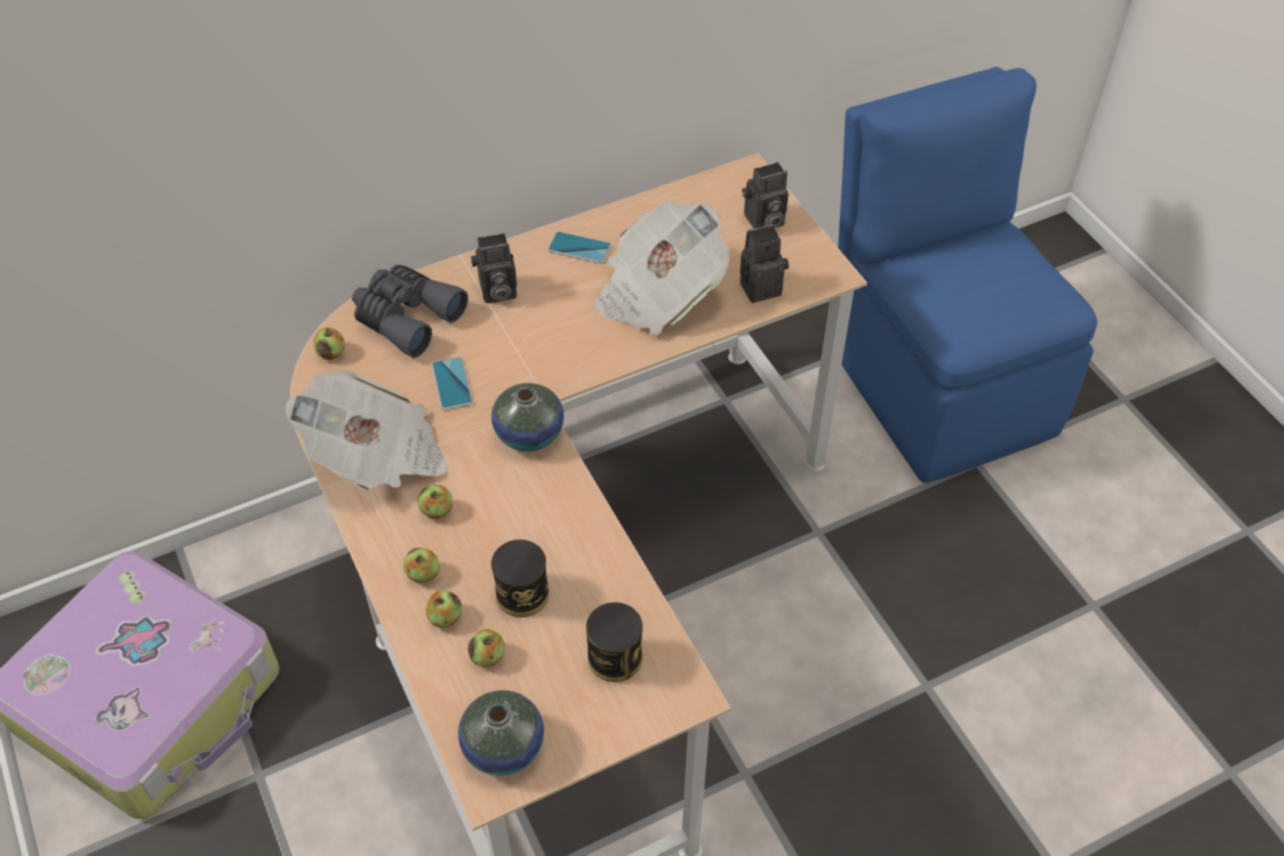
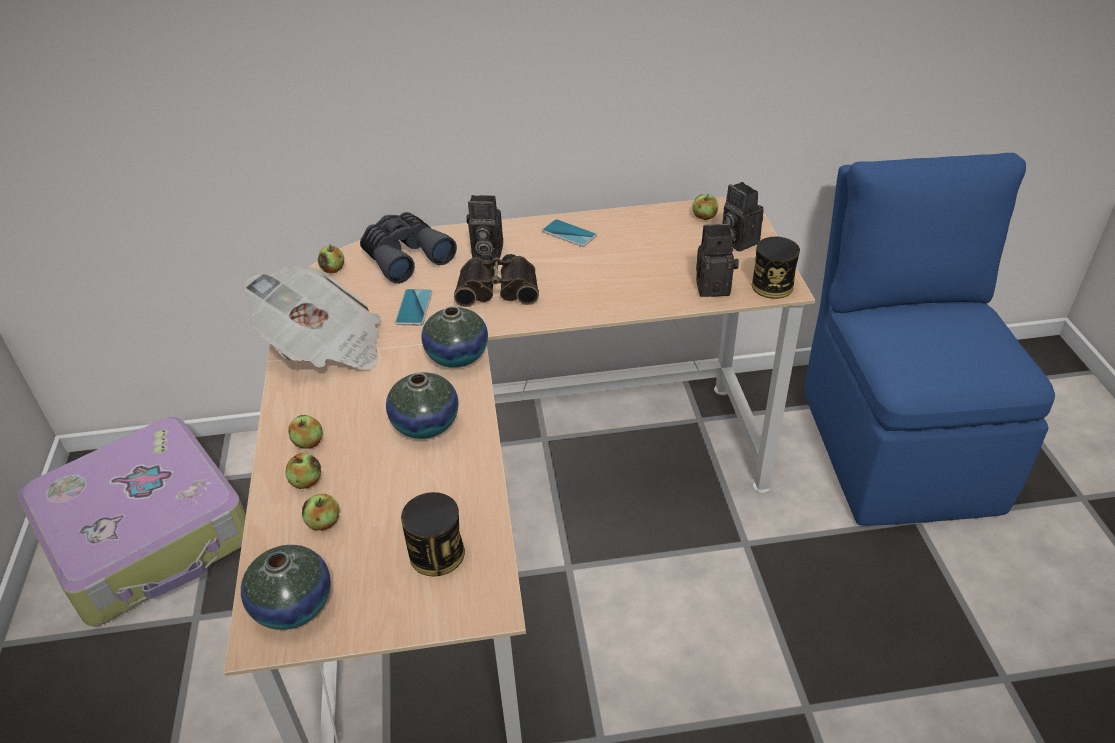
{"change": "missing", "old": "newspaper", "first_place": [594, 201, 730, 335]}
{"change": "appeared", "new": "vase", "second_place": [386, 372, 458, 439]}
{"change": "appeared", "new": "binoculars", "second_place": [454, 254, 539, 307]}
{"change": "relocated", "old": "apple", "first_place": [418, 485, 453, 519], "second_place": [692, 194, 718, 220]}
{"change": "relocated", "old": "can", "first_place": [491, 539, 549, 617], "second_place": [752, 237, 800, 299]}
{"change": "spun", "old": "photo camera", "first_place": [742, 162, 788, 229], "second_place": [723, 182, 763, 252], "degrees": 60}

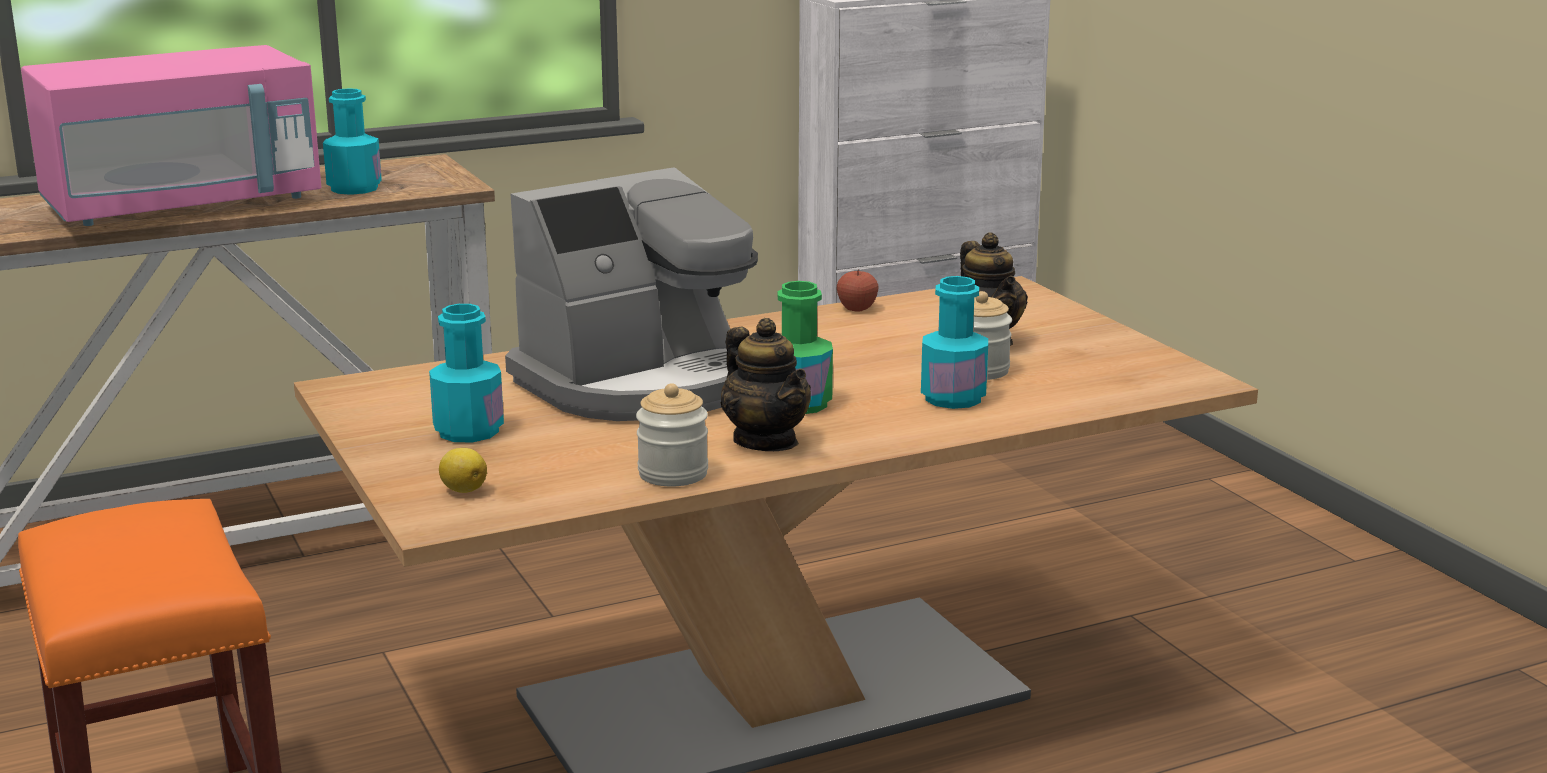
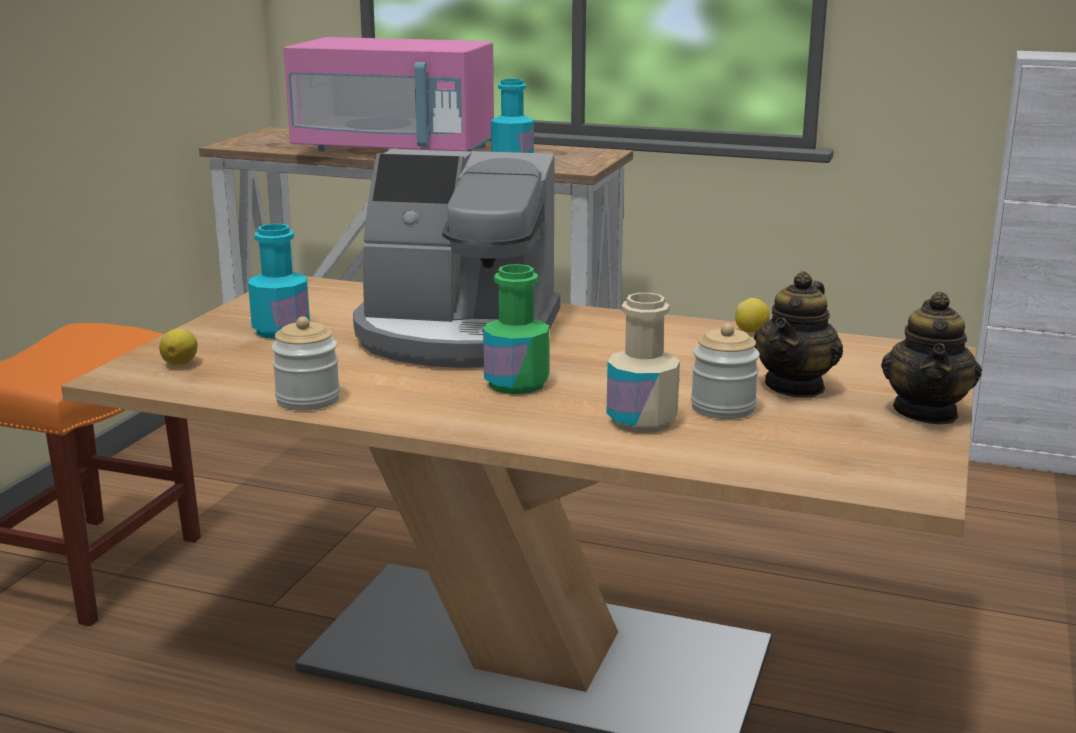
{"change": "relocated", "old": "teapot", "first_place": [721, 318, 811, 451], "second_place": [881, 291, 982, 424]}
{"change": "exchanged", "old": "apple", "new": "lemon", "first_place": [837, 269, 878, 312], "second_place": [735, 298, 770, 332]}
{"change": "colour", "old": "turquoise bottle", "new": "beige bottle", "first_place": [921, 276, 988, 409], "second_place": [606, 293, 680, 433]}

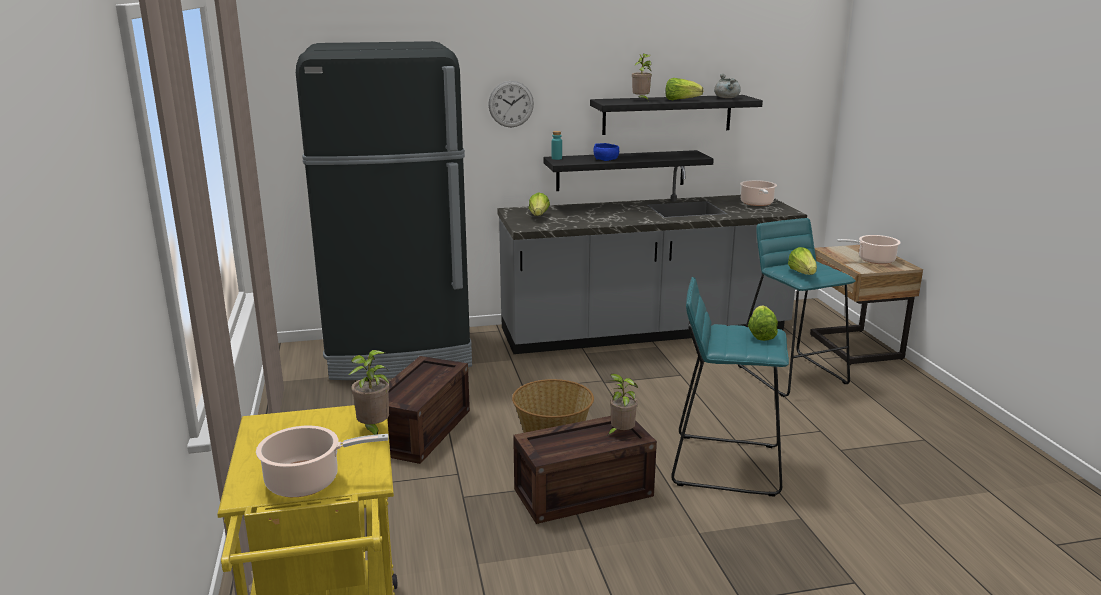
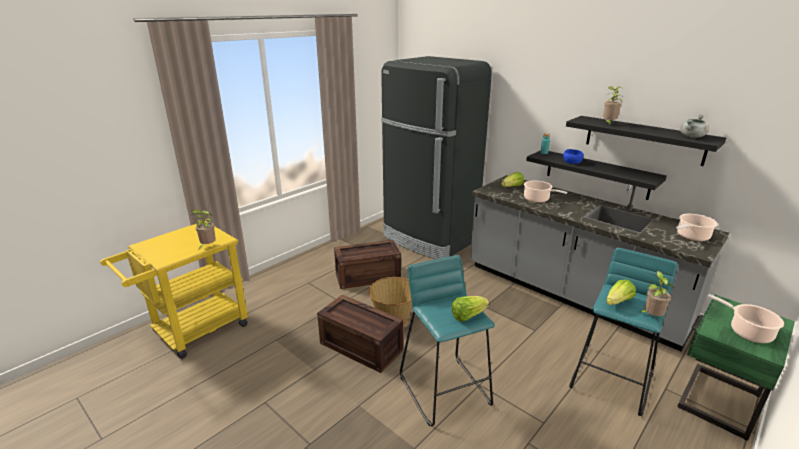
{"change": "missing", "old": "wall clock", "first_place": [488, 81, 534, 127]}
{"change": "missing", "old": "lettuce", "first_place": [665, 78, 703, 100]}
{"change": "relocated", "old": "cooking pot", "first_place": [256, 426, 388, 497], "second_place": [524, 181, 567, 203]}
{"change": "relocated", "old": "potted plant", "first_place": [608, 374, 638, 435], "second_place": [640, 271, 673, 316]}
{"change": "colour", "old": "beige nightstand", "new": "green nightstand", "first_place": [810, 245, 923, 365], "second_place": [677, 295, 795, 441]}

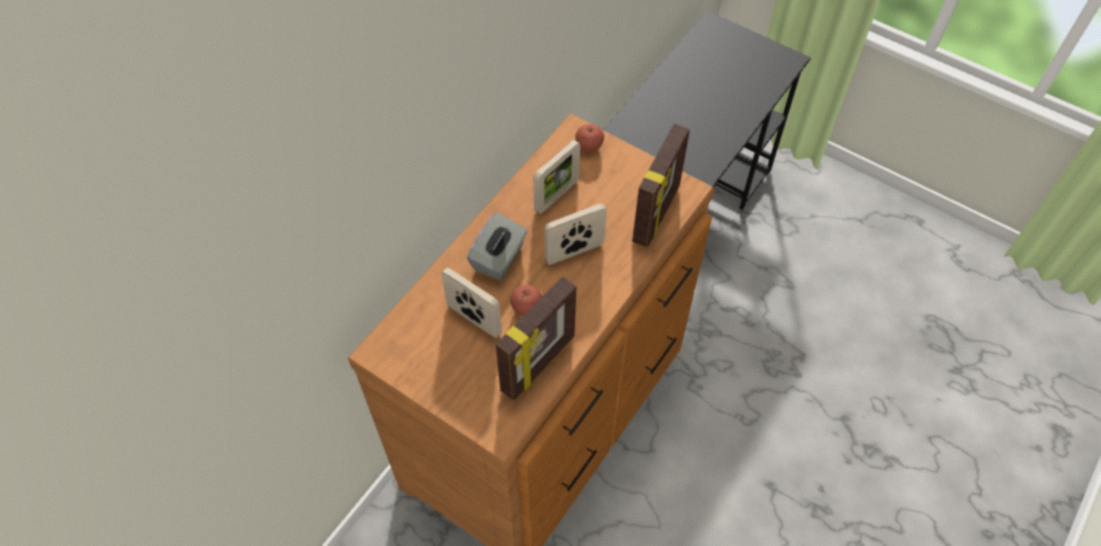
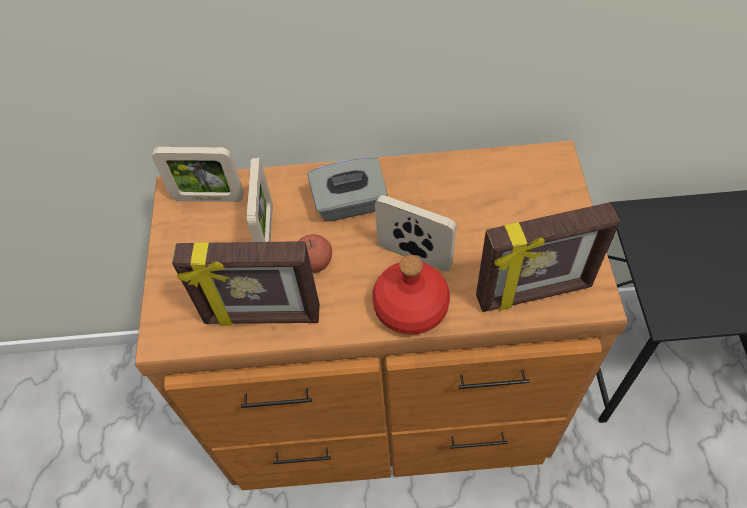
{"change": "missing", "old": "apple", "first_place": [575, 124, 604, 153]}
{"change": "appeared", "new": "red bottle", "second_place": [372, 255, 450, 335]}
{"change": "relocated", "old": "picture frame", "first_place": [533, 140, 580, 214], "second_place": [152, 147, 244, 202]}

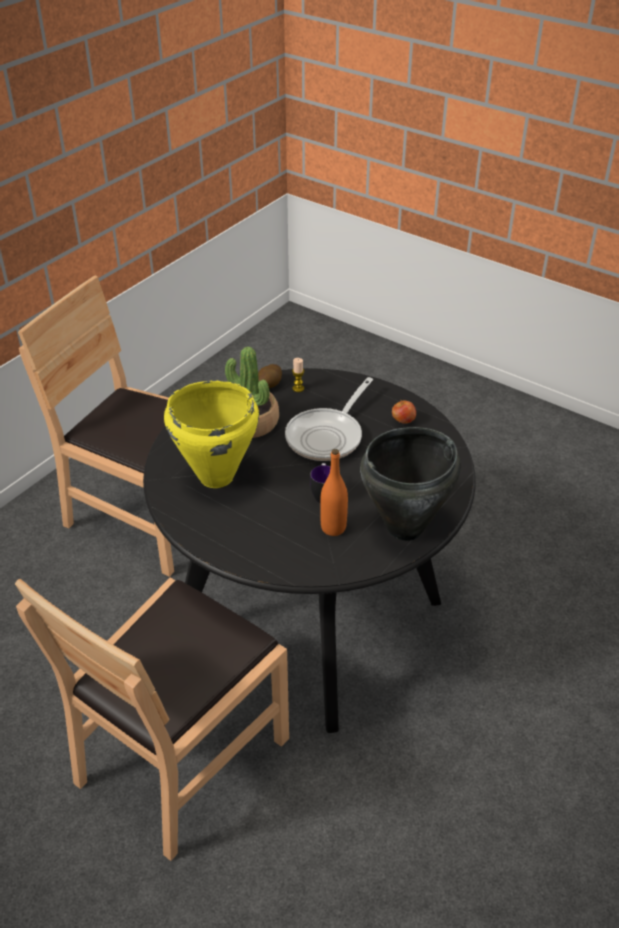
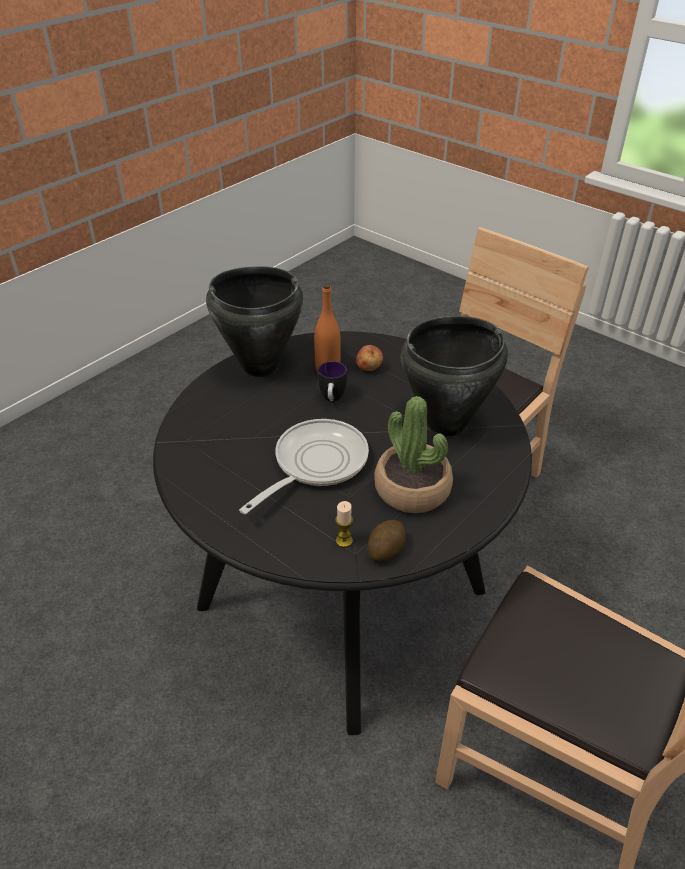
{"change": "relocated", "old": "apple", "first_place": [392, 400, 416, 424], "second_place": [356, 345, 383, 371]}
{"change": "colour", "old": "yellow cooking pot", "new": "black cooking pot", "first_place": [164, 380, 259, 488], "second_place": [401, 316, 508, 436]}

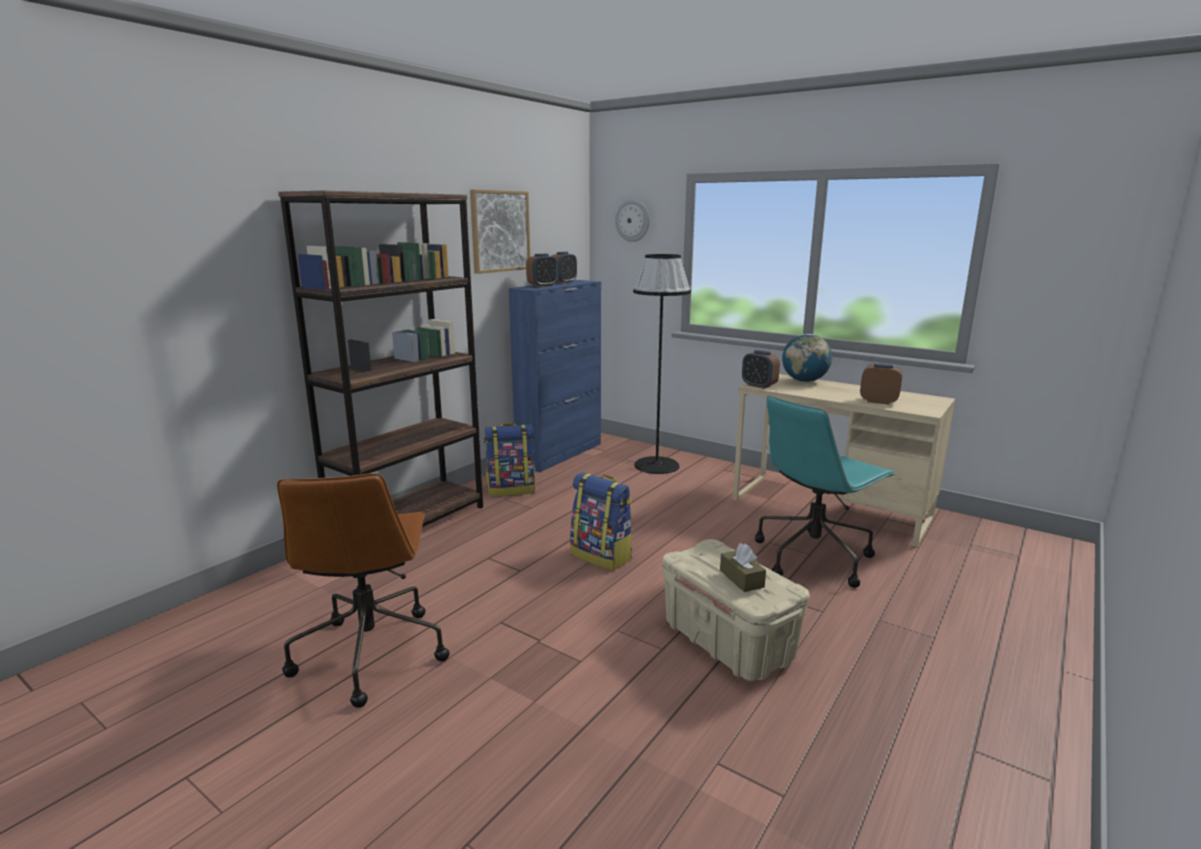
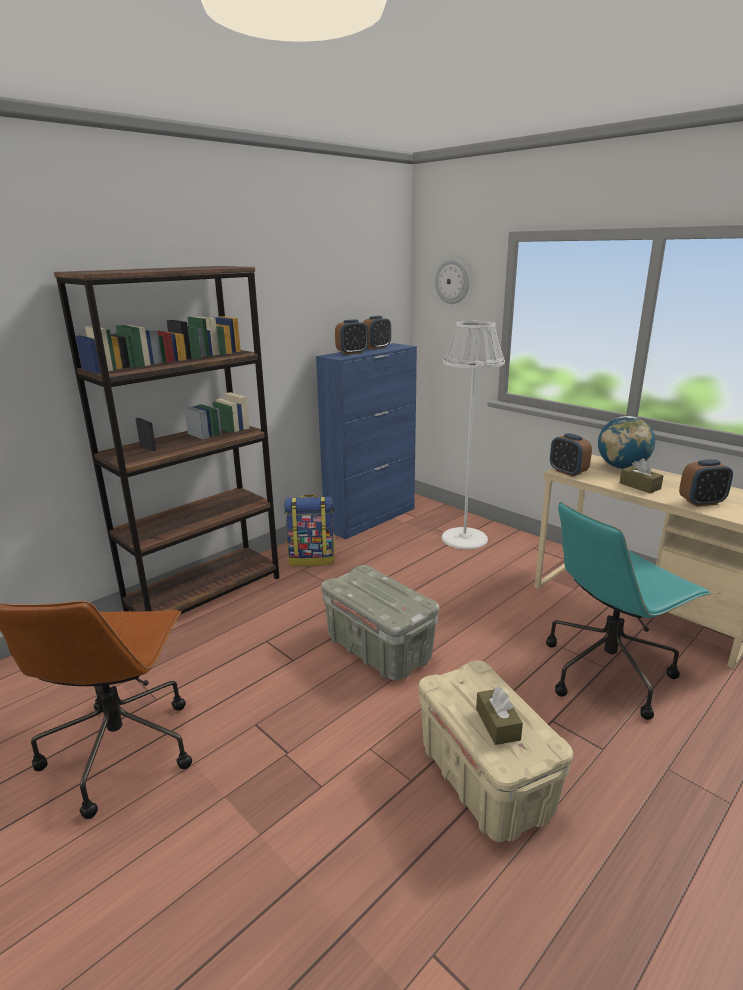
{"change": "missing", "old": "picture", "first_place": [470, 190, 530, 274]}
{"change": "appeared", "new": "brown tissue box", "second_place": [620, 458, 664, 493]}
{"change": "exchanged", "old": "backpack", "new": "grey storage box", "first_place": [570, 472, 632, 571], "second_place": [321, 565, 439, 680]}
{"change": "colour", "old": "black floor lamp", "new": "white floor lamp", "first_place": [633, 254, 691, 474], "second_place": [441, 321, 505, 549]}
{"change": "spun", "old": "alarm clock", "first_place": [860, 363, 902, 405], "second_place": [679, 459, 733, 507], "degrees": 135}

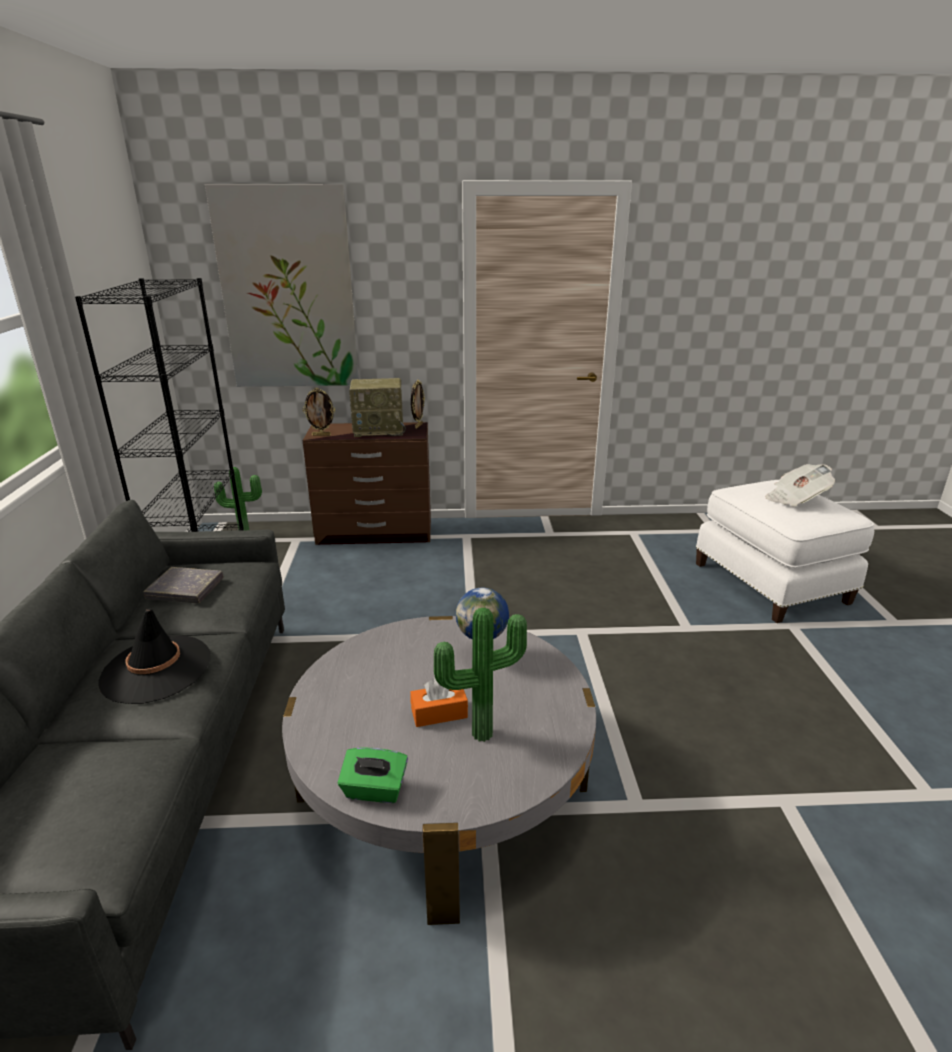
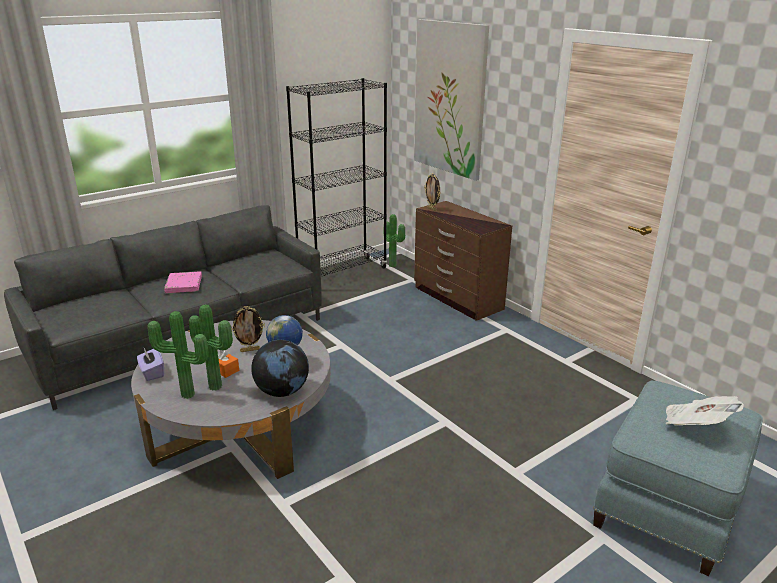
{"change": "missing", "old": "grey book", "first_place": [143, 567, 224, 603]}
{"change": "missing", "old": "radio", "first_place": [349, 378, 406, 437]}
{"change": "appeared", "new": "potted plant", "second_place": [147, 311, 209, 399]}
{"change": "appeared", "new": "globe", "second_place": [251, 340, 309, 397]}
{"change": "relocated", "old": "picture frame", "first_place": [411, 380, 425, 429], "second_place": [231, 306, 265, 352]}
{"change": "exchanged", "old": "black hat", "new": "pink book", "first_place": [99, 608, 210, 704], "second_place": [164, 271, 202, 293]}
{"change": "colour", "old": "green tissue box", "new": "purple tissue box", "first_place": [338, 748, 408, 803], "second_place": [137, 348, 164, 381]}
{"change": "colour", "old": "white ottoman", "new": "blue ottoman", "first_place": [696, 480, 875, 623], "second_place": [593, 381, 763, 576]}

